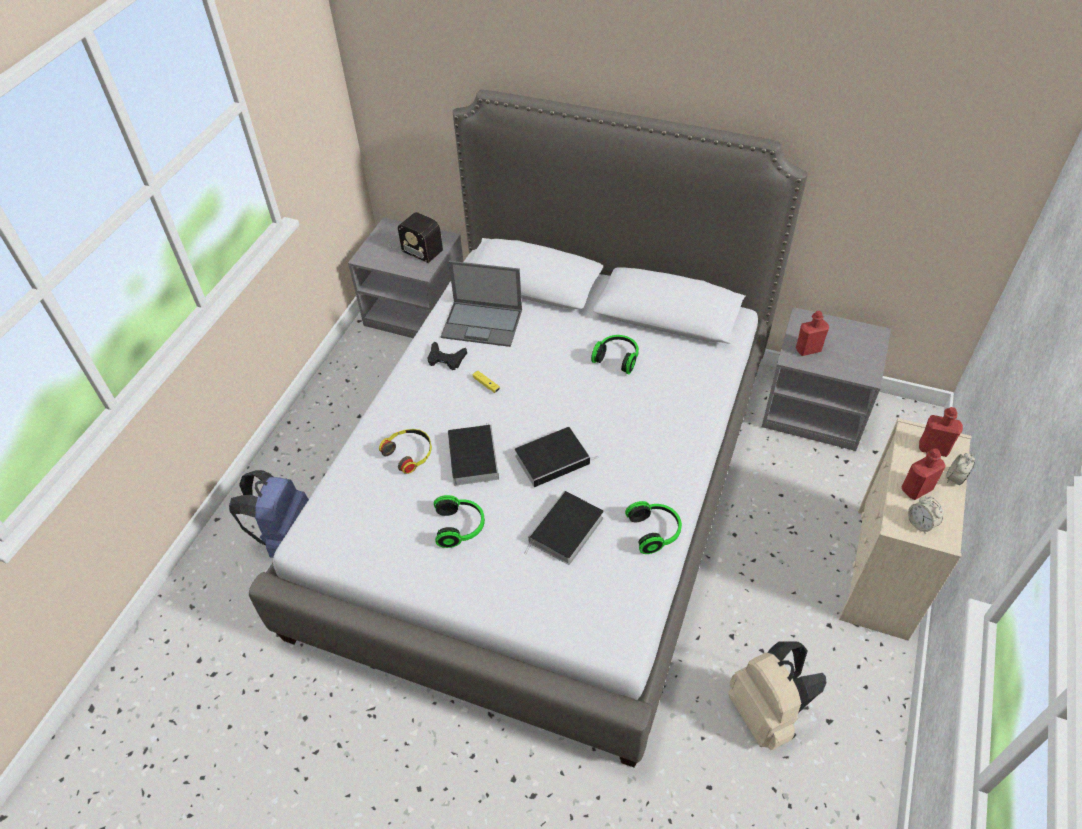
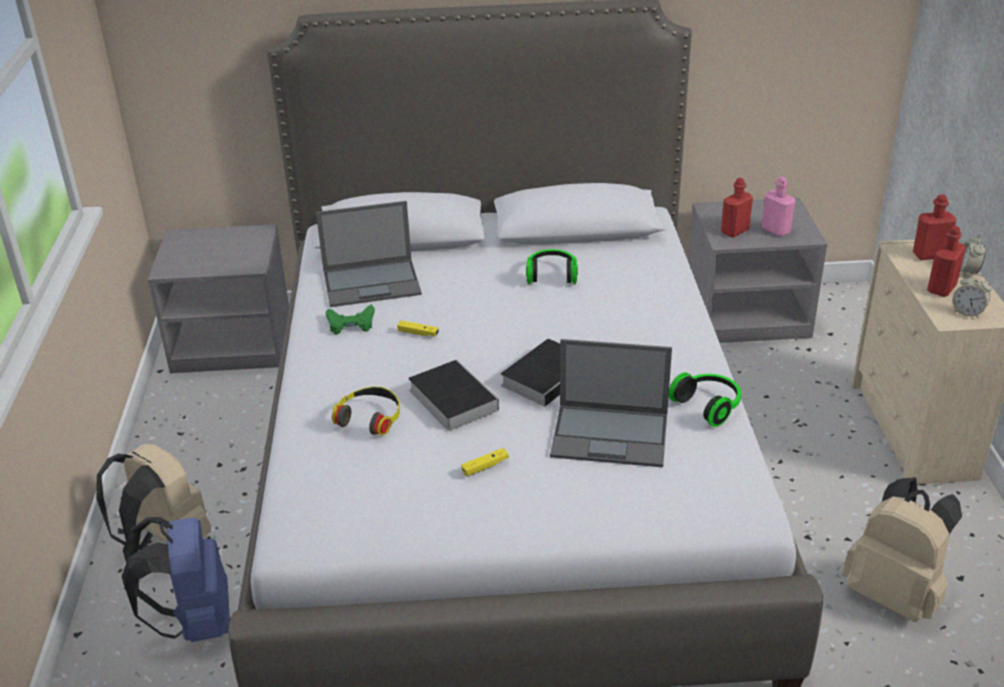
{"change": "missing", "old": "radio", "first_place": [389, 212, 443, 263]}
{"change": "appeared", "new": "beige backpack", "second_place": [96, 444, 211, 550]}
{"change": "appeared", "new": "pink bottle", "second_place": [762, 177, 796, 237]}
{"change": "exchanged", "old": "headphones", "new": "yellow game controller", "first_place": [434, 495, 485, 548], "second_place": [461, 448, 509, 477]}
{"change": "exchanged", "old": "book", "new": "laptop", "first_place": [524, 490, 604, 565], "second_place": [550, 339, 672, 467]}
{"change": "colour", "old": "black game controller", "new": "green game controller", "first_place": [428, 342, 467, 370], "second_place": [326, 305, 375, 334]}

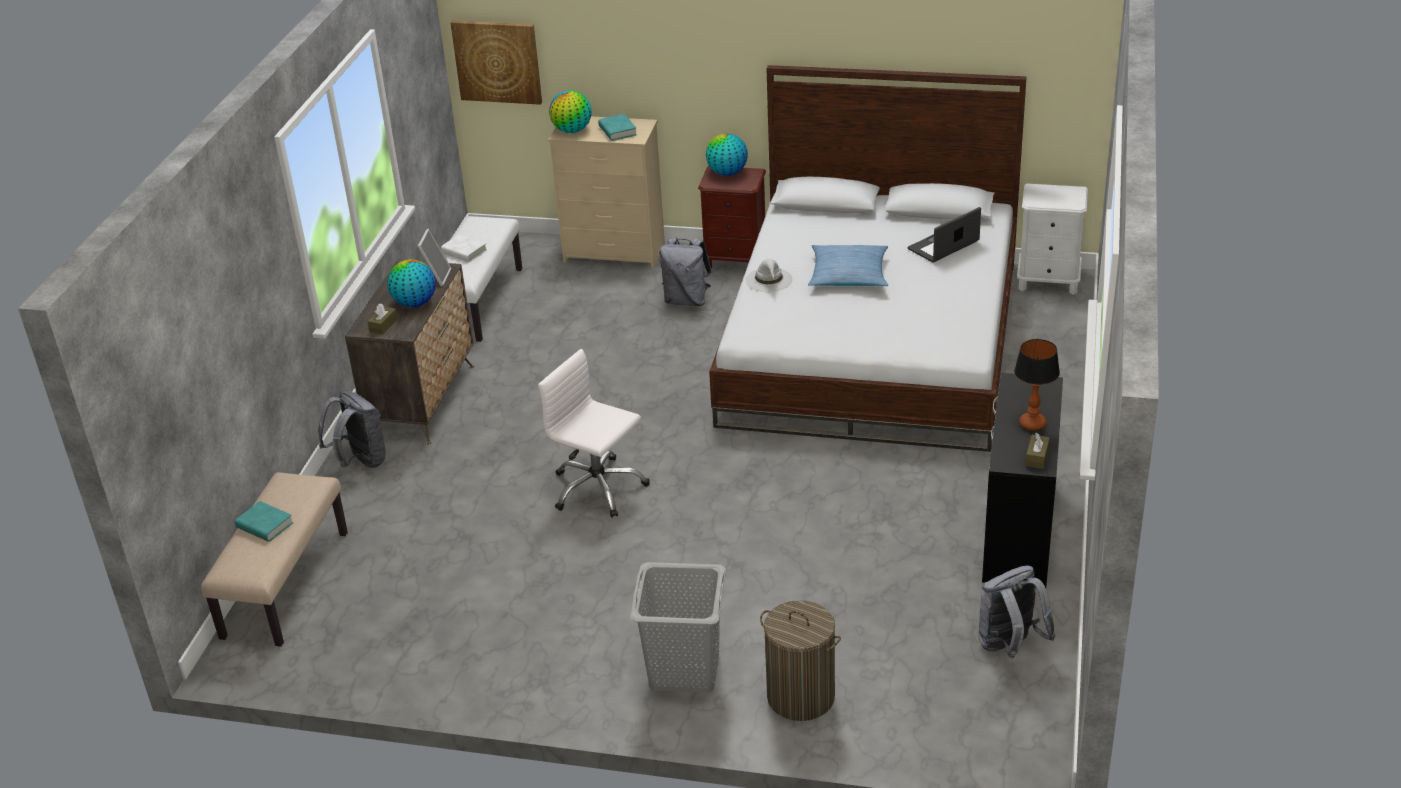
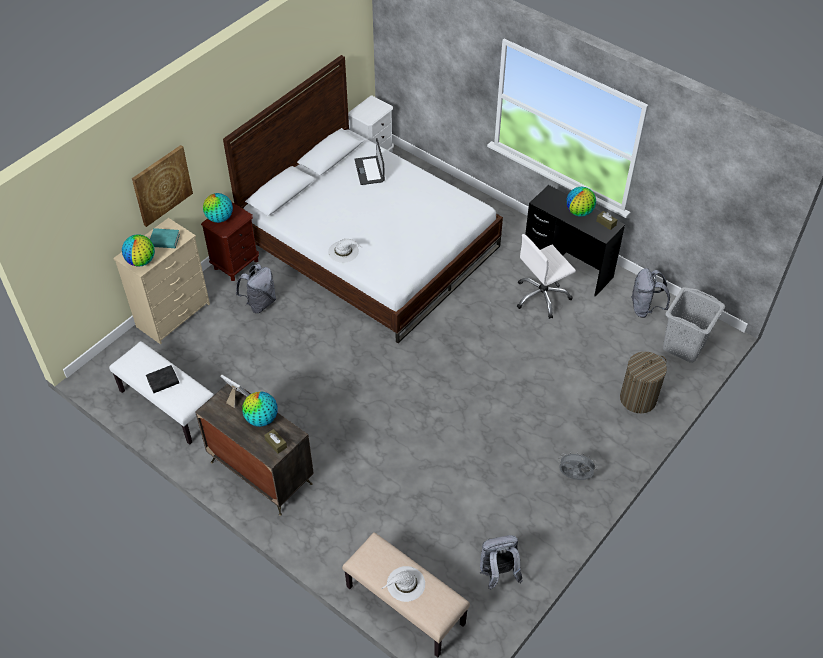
{"change": "missing", "old": "pillow", "first_place": [808, 245, 888, 286]}
{"change": "appeared", "new": "grey fan", "second_place": [558, 451, 598, 480]}
{"change": "relocated", "old": "grey backpack", "first_place": [318, 391, 386, 468], "second_place": [480, 535, 523, 590]}
{"change": "relocated", "old": "picture", "first_place": [451, 20, 542, 105], "second_place": [132, 145, 193, 227]}
{"change": "relocated", "old": "white office chair", "first_place": [538, 349, 650, 518], "second_place": [517, 234, 576, 319]}
{"change": "relocated", "old": "grey laundry basket", "first_place": [630, 562, 726, 693], "second_place": [663, 287, 725, 363]}
{"change": "exchanged", "old": "turquoise book", "new": "white hat", "first_place": [235, 501, 294, 542], "second_place": [381, 566, 425, 602]}
{"change": "exchanged", "old": "table lamp", "new": "globe", "first_place": [1014, 339, 1060, 431], "second_place": [566, 187, 596, 217]}
{"change": "colour", "old": "white book", "new": "black book", "first_place": [441, 234, 487, 262], "second_place": [146, 365, 179, 393]}

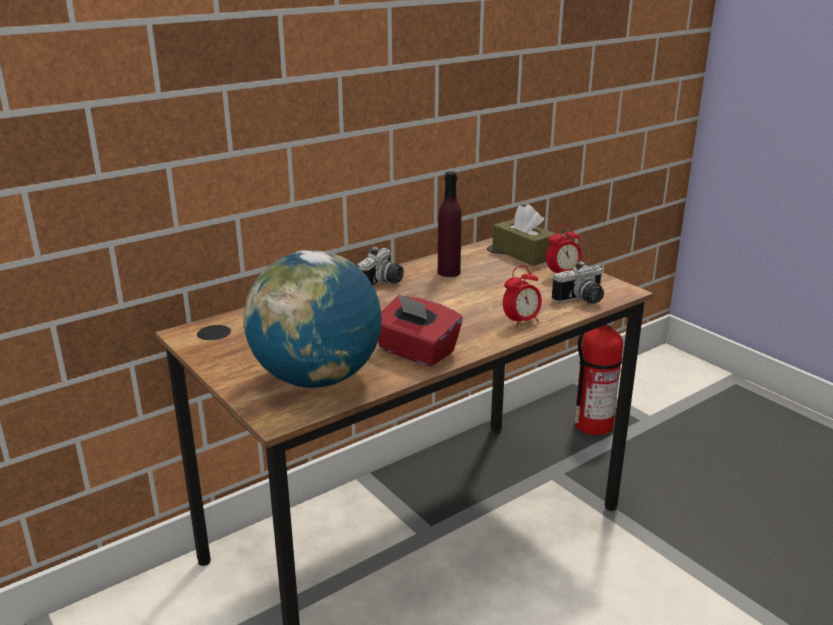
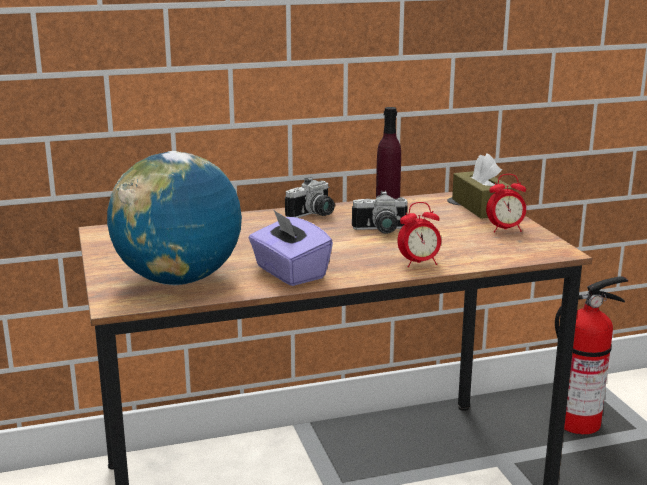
{"change": "relocated", "old": "photo camera", "first_place": [552, 261, 604, 303], "second_place": [352, 191, 408, 234]}
{"change": "colour", "old": "red tissue box", "new": "purple tissue box", "first_place": [378, 293, 463, 367], "second_place": [249, 209, 333, 286]}

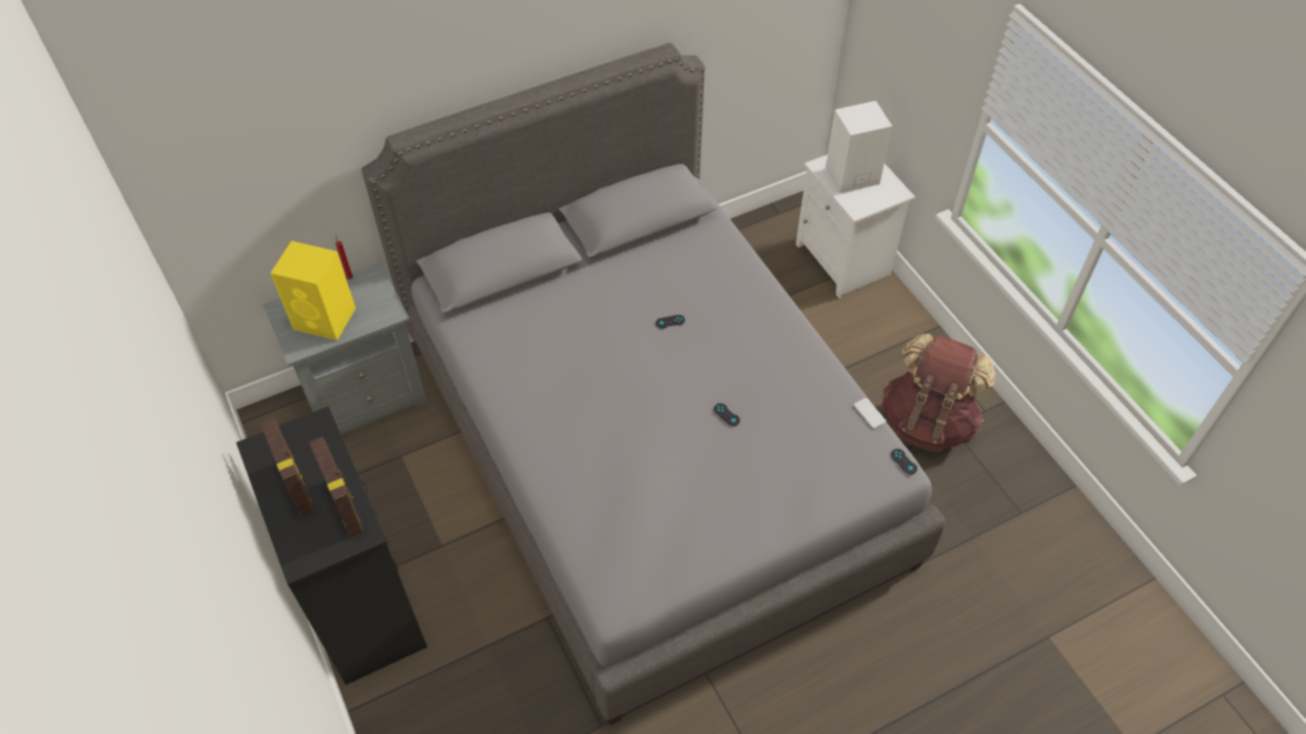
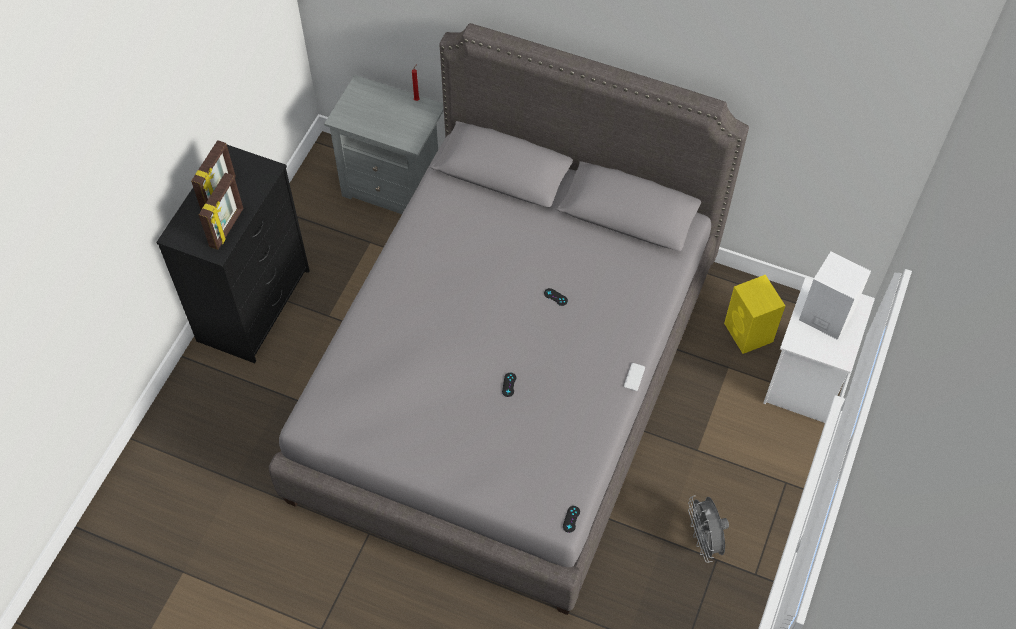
{"change": "relocated", "old": "yellow speaker", "first_place": [271, 241, 356, 340], "second_place": [724, 275, 785, 354]}
{"change": "relocated", "old": "phone", "first_place": [854, 398, 886, 428], "second_place": [624, 363, 645, 391]}
{"change": "exchanged", "old": "brown backpack", "new": "grey fan", "first_place": [882, 334, 995, 452], "second_place": [688, 495, 729, 563]}

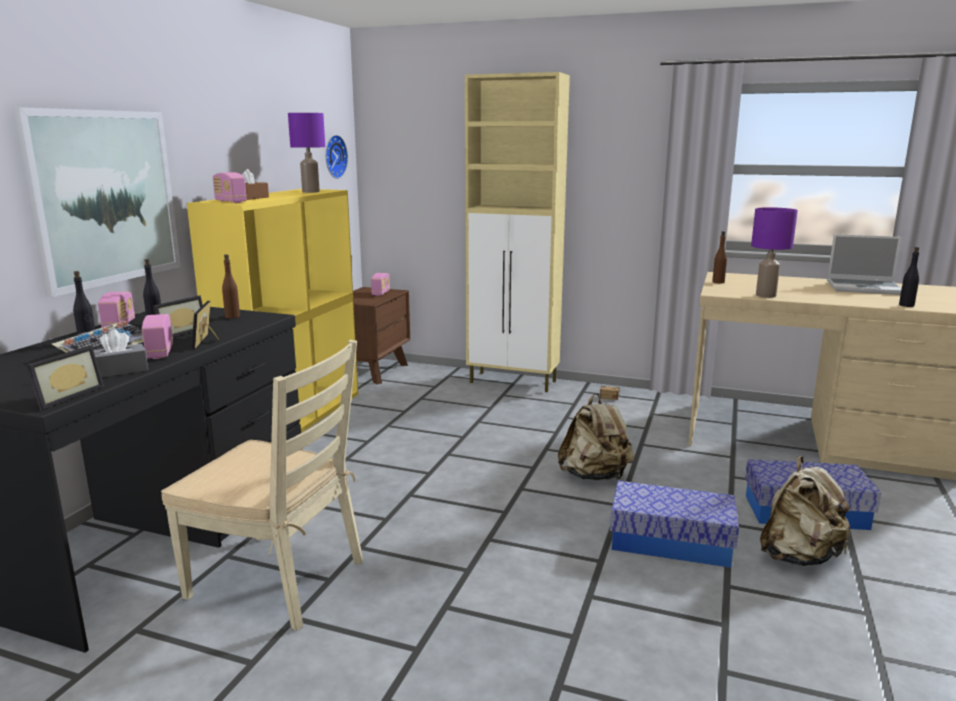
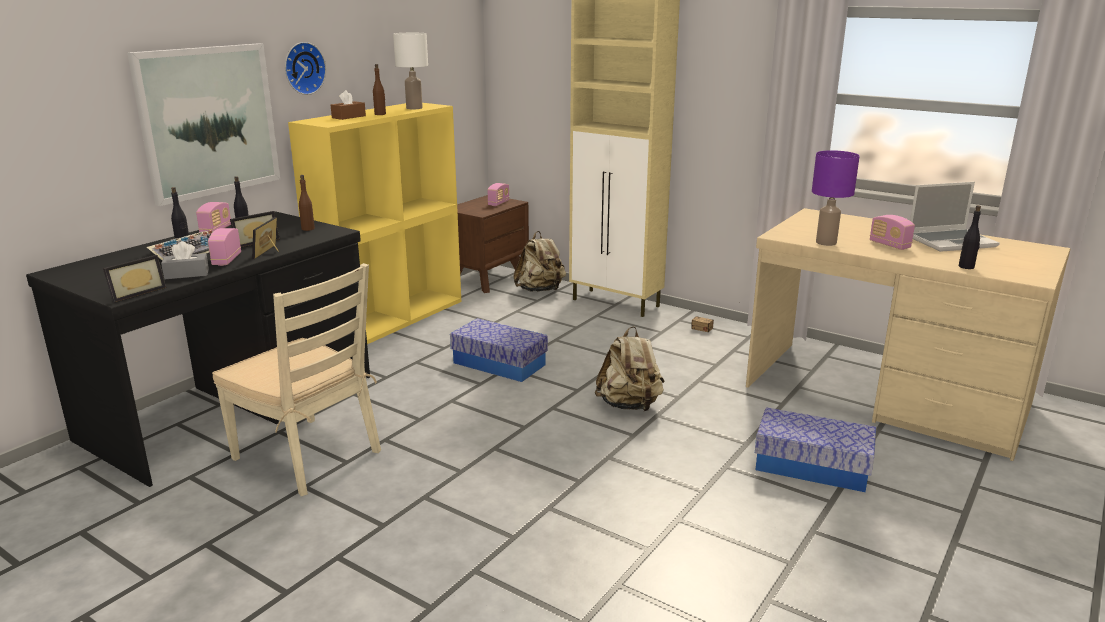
{"change": "relocated", "old": "radio", "first_place": [213, 172, 247, 203], "second_place": [870, 215, 915, 250]}
{"change": "relocated", "old": "wall clock", "first_place": [325, 135, 348, 179], "second_place": [285, 42, 326, 95]}
{"change": "relocated", "old": "storage box", "first_place": [610, 481, 739, 568], "second_place": [450, 318, 548, 382]}
{"change": "relocated", "old": "brown bottle", "first_place": [712, 231, 727, 284], "second_place": [373, 64, 386, 115]}
{"change": "relocated", "old": "beige backpack", "first_place": [760, 456, 853, 566], "second_place": [513, 231, 566, 292]}
{"change": "colour", "old": "purple table lamp", "new": "white table lamp", "first_place": [288, 113, 325, 193], "second_place": [393, 33, 428, 109]}
{"change": "spun", "old": "laptop", "first_place": [827, 234, 902, 295], "second_place": [910, 182, 1000, 252], "degrees": -45}

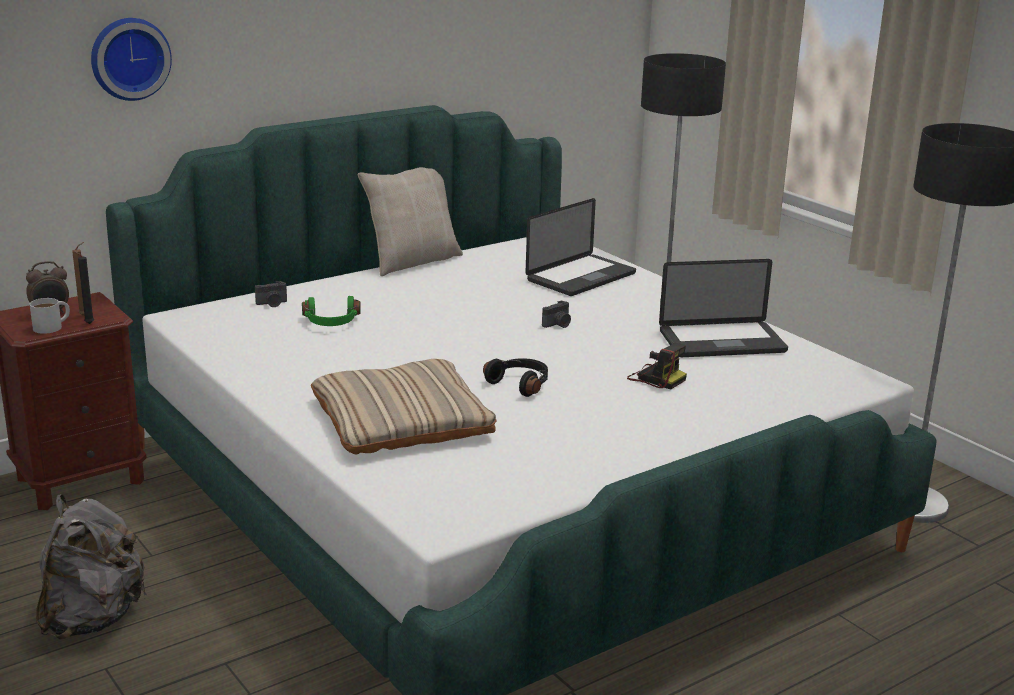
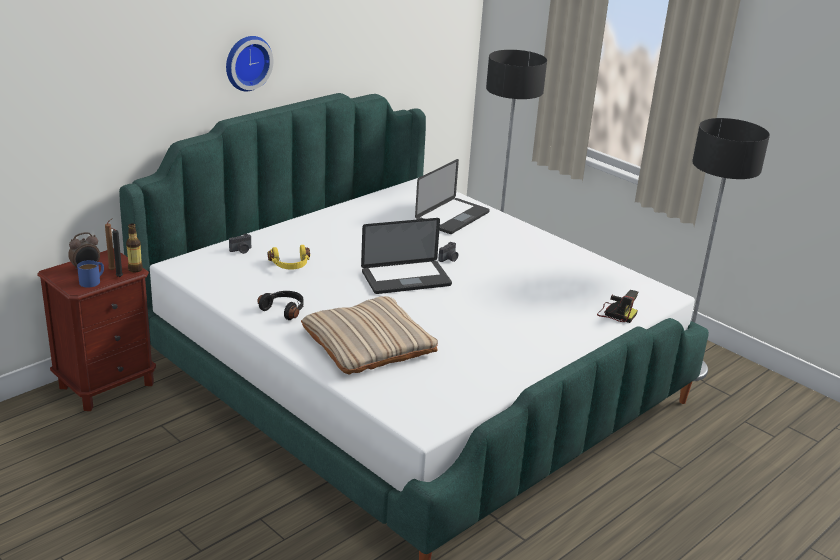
{"change": "missing", "old": "grey backpack", "first_place": [36, 494, 147, 639]}
{"change": "missing", "old": "beige pillow", "first_place": [358, 167, 463, 276]}
{"change": "appeared", "new": "bottle", "second_place": [126, 223, 143, 273]}
{"change": "relocated", "old": "wall clock", "first_place": [91, 18, 172, 101], "second_place": [226, 36, 273, 91]}
{"change": "relocated", "old": "black headphones", "first_place": [483, 358, 548, 397], "second_place": [257, 291, 304, 320]}
{"change": "relocated", "old": "photo camera", "first_place": [627, 343, 687, 390], "second_place": [597, 290, 638, 323]}
{"change": "relocated", "old": "laptop", "first_place": [659, 259, 788, 357], "second_place": [361, 218, 452, 294]}
{"change": "colour", "old": "white mug", "new": "blue mug", "first_place": [30, 298, 70, 334], "second_place": [77, 260, 104, 287]}
{"change": "colour", "old": "green headphones", "new": "yellow headphones", "first_place": [302, 296, 361, 326], "second_place": [268, 245, 310, 270]}

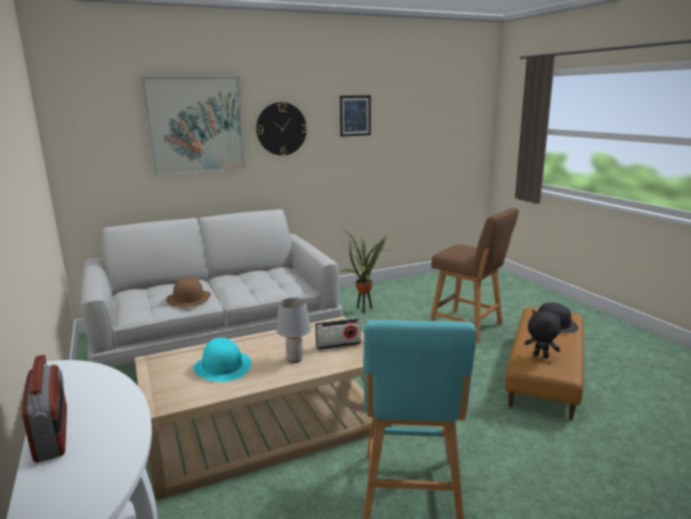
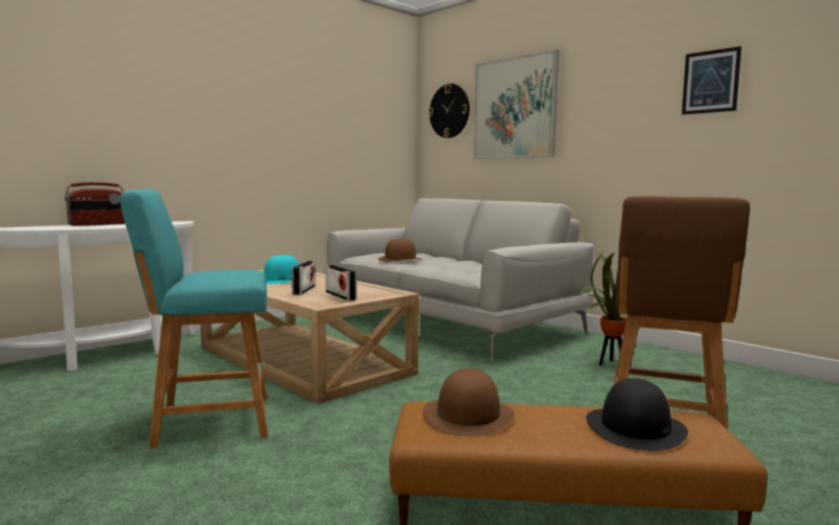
{"change": "relocated", "old": "wall clock", "first_place": [256, 102, 307, 156], "second_place": [429, 84, 470, 138]}
{"change": "exchanged", "old": "grey table lamp", "new": "radio", "first_place": [276, 298, 311, 363], "second_place": [292, 261, 315, 295]}
{"change": "exchanged", "old": "black plush toy", "new": "brown hat", "first_place": [525, 310, 562, 358], "second_place": [423, 368, 515, 437]}

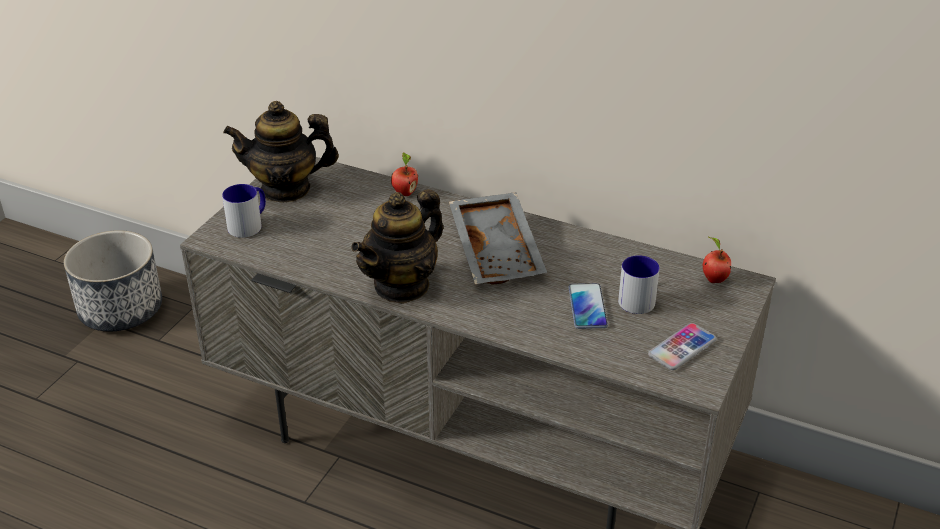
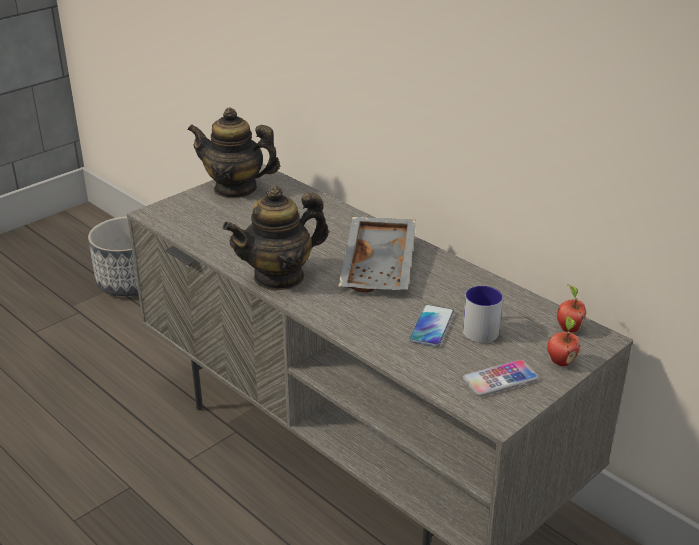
{"change": "missing", "old": "mug", "first_place": [222, 184, 266, 238]}
{"change": "relocated", "old": "apple", "first_place": [391, 152, 418, 196], "second_place": [547, 316, 580, 366]}

